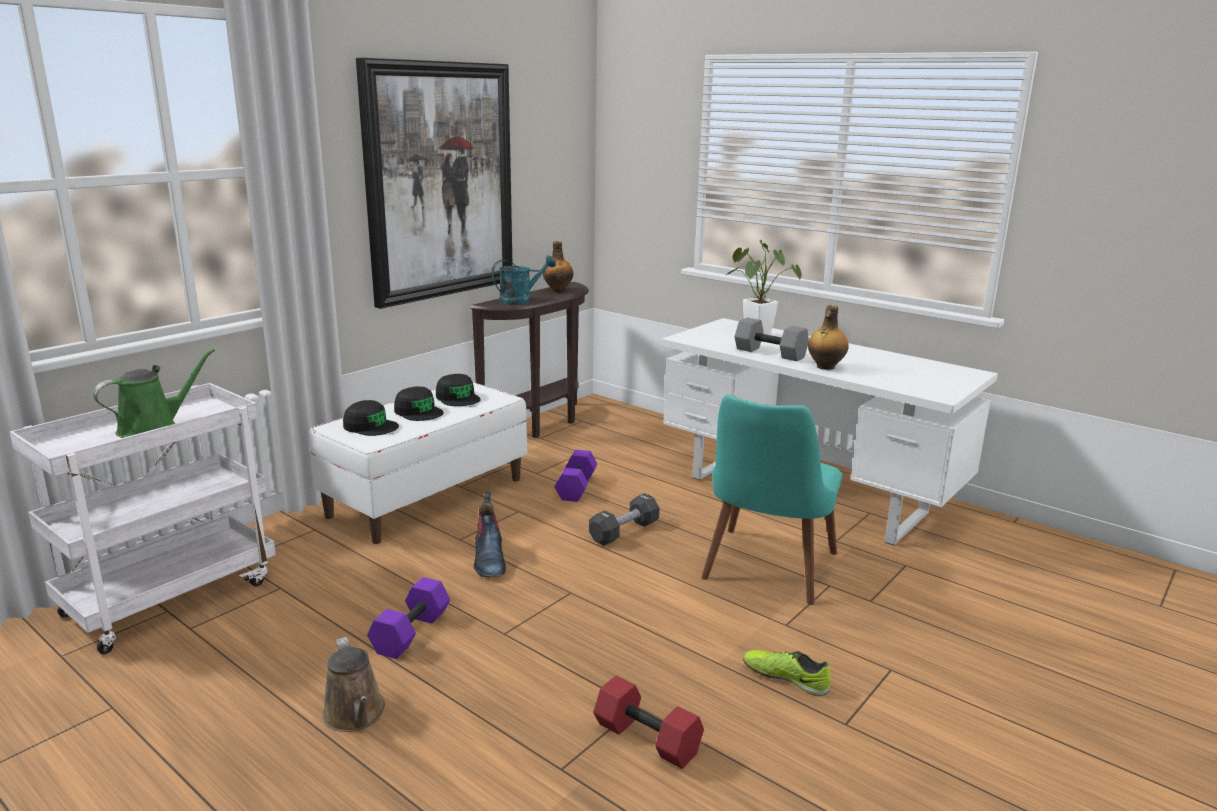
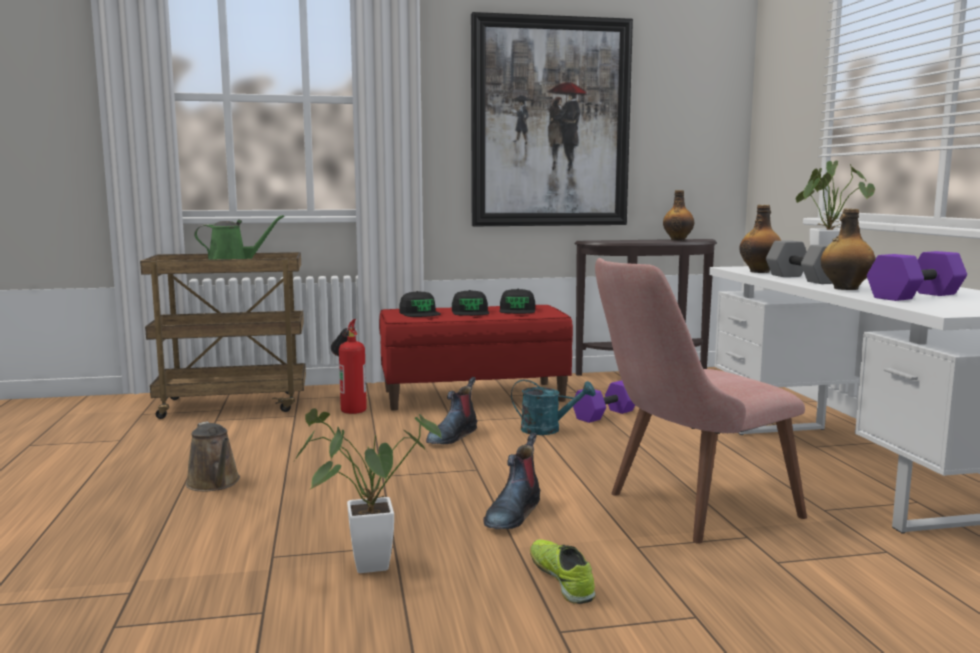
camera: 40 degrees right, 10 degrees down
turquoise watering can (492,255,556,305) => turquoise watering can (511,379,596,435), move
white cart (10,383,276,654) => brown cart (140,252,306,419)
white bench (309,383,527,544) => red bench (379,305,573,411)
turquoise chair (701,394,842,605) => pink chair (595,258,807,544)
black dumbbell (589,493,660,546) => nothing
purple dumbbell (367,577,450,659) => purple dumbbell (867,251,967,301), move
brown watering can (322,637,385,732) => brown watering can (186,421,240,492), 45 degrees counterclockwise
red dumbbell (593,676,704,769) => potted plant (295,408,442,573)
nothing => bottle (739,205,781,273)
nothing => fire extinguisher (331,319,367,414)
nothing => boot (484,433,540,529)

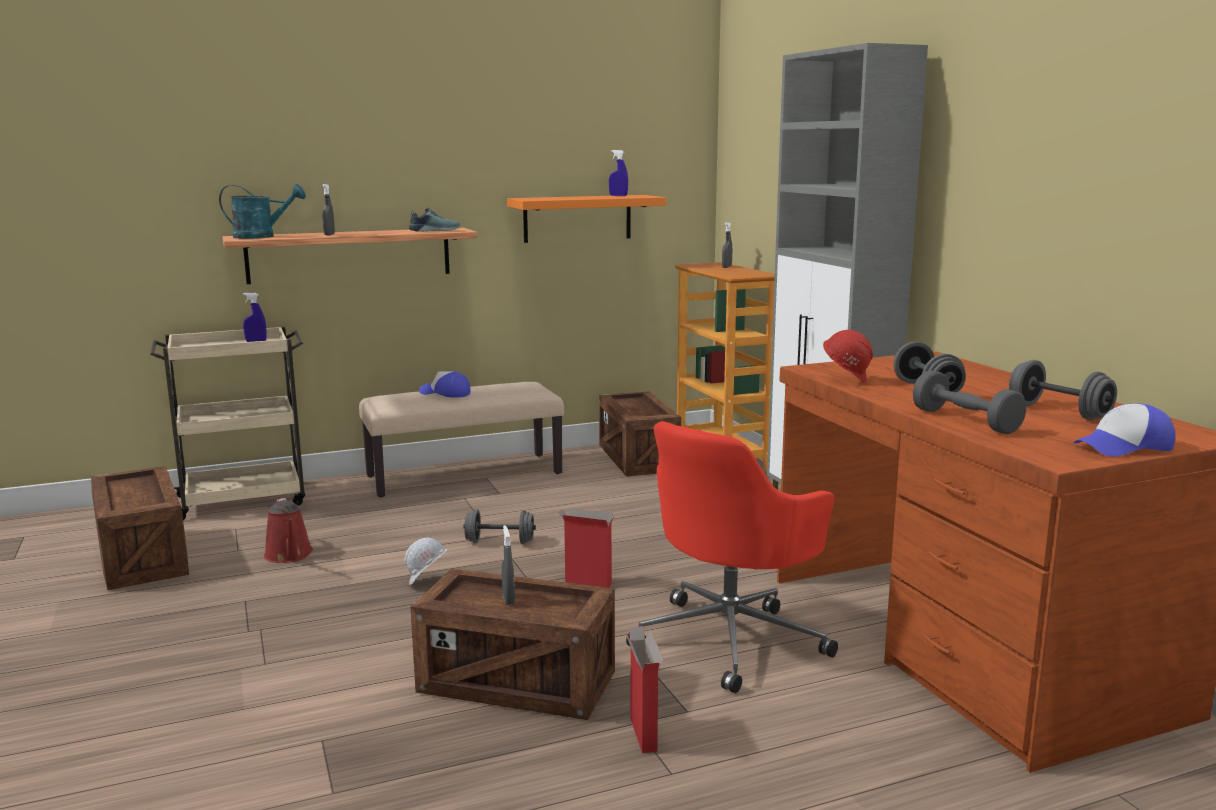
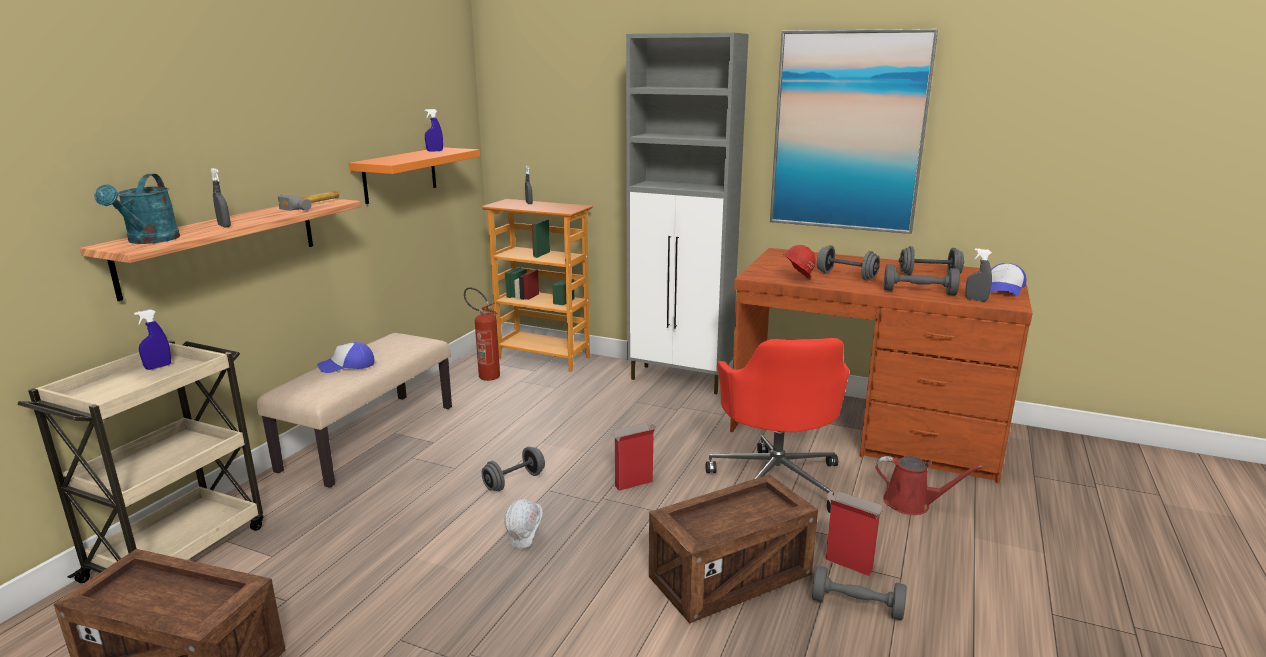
camera: 45 degrees left, 5 degrees up
turquoise watering can (219,184,306,239) => turquoise watering can (94,174,180,244), 135 degrees clockwise
shoe (409,207,460,232) => hammer (278,191,339,211)
crate (599,392,681,476) => fire extinguisher (464,287,500,381)
red watering can (264,498,313,563) => red watering can (876,456,983,515), move
grey spray bottle (502,525,515,605) => grey spray bottle (965,248,992,301), move
nothing => picture (770,29,938,234)
nothing => grey dumbbell (812,566,907,620)

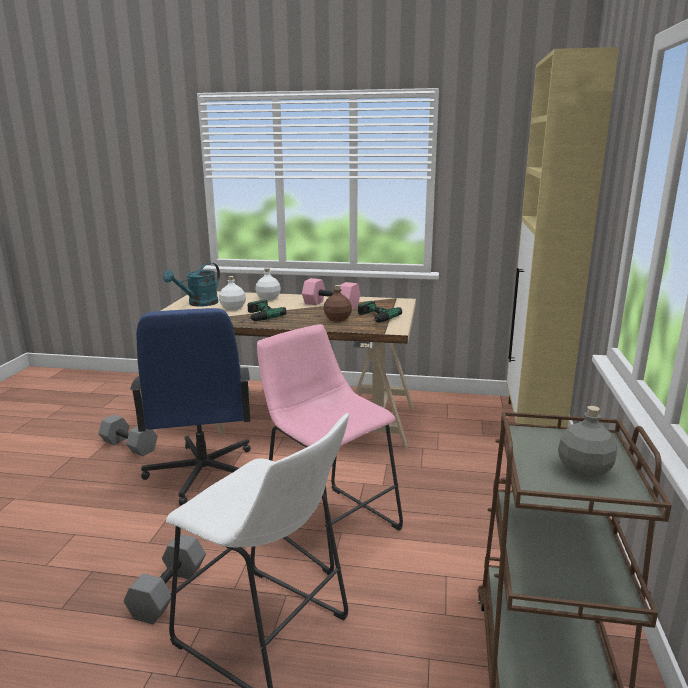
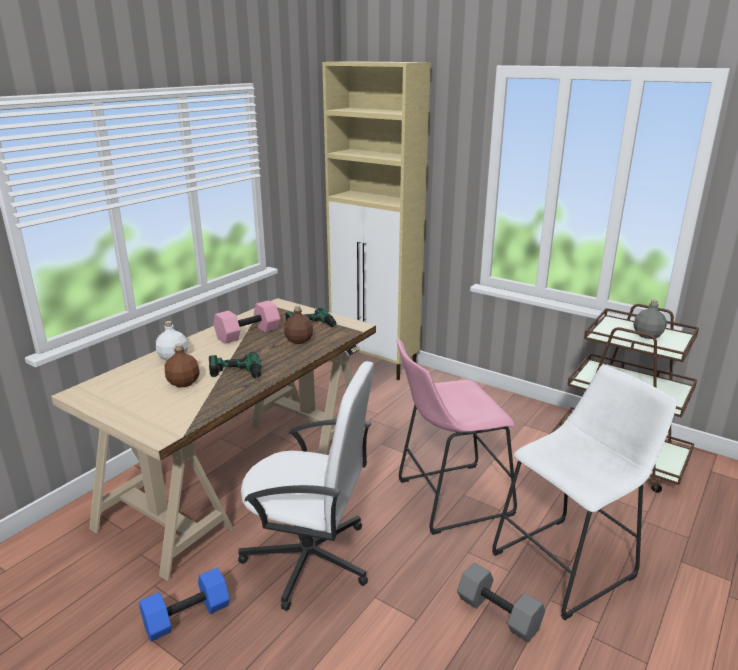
camera: 65 degrees left, 5 degrees up
turquoise watering can (163,262,220,307) => nothing
white bottle (219,276,246,310) => brown bottle (165,343,200,387)
blue office chair (130,308,251,505) => white office chair (238,361,374,611)
grey dumbbell (98,415,158,456) => blue dumbbell (139,568,230,641)

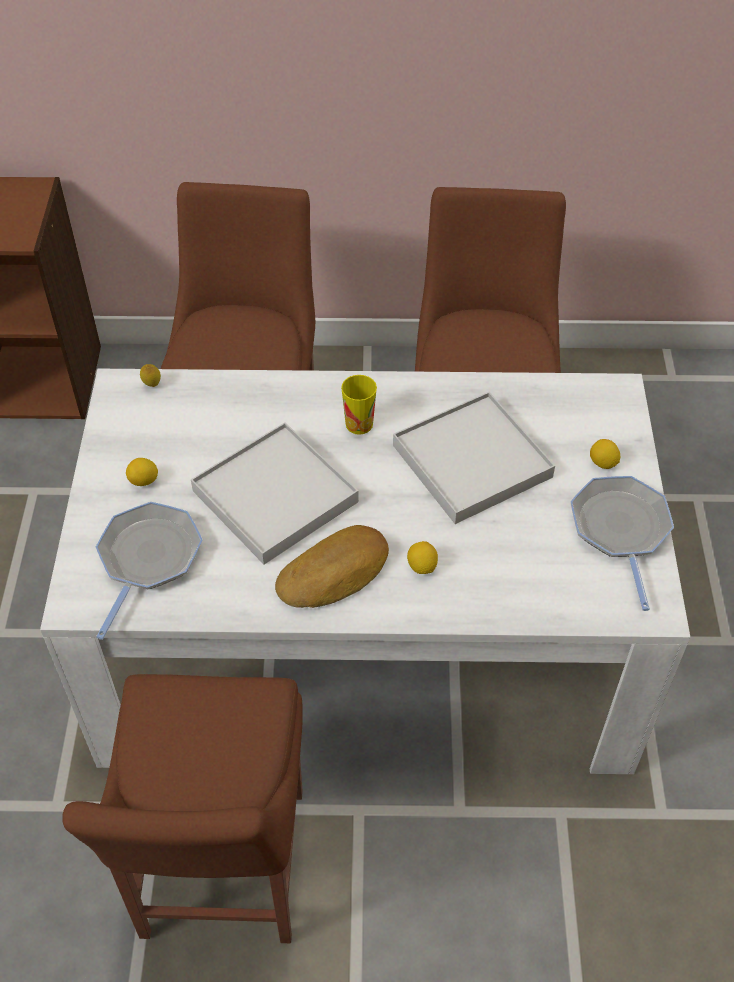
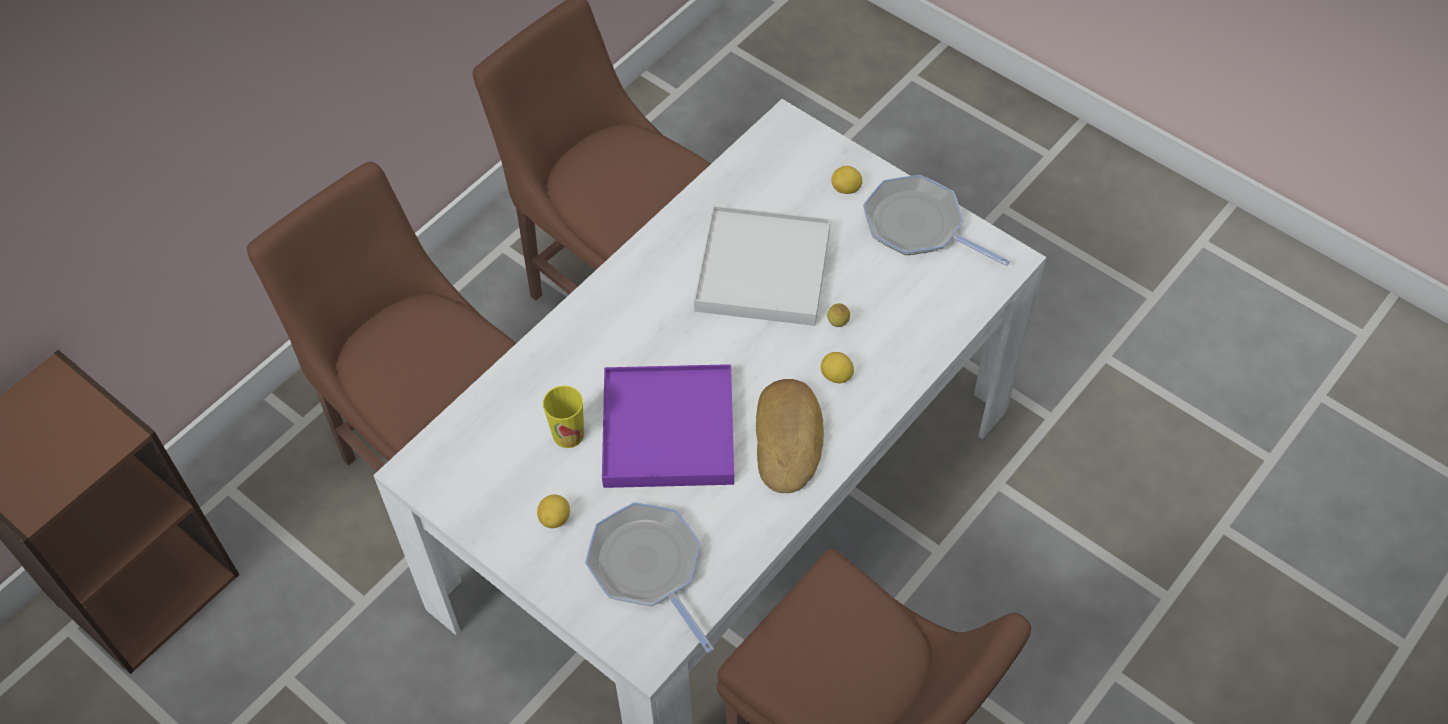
camera: 50 degrees left, 5 degrees up
lemon (140,364,161,387) => lemon (827,303,850,327), move
cup (341,375,377,435) => cup (543,386,584,448), move
white tray (191,422,359,564) => purple tray (602,364,734,488)

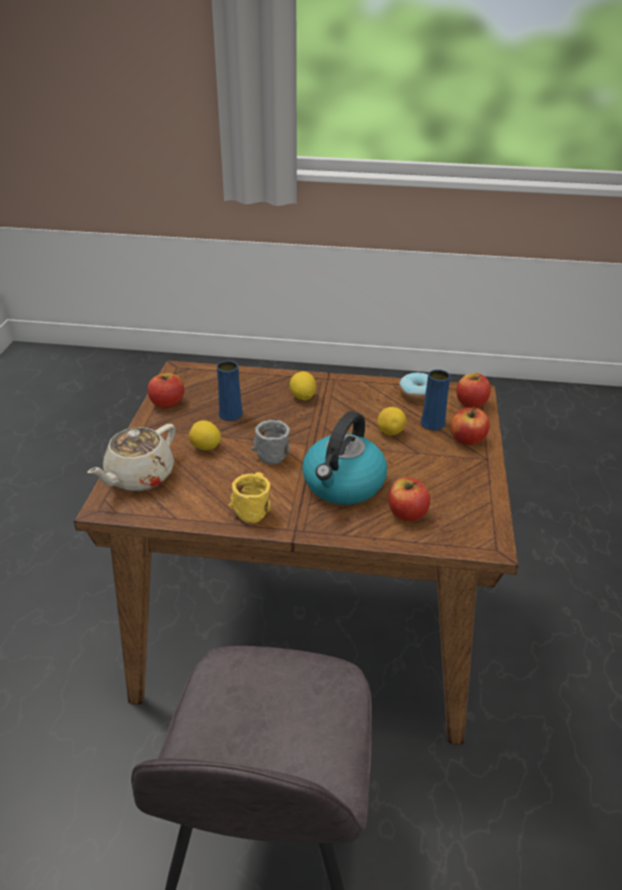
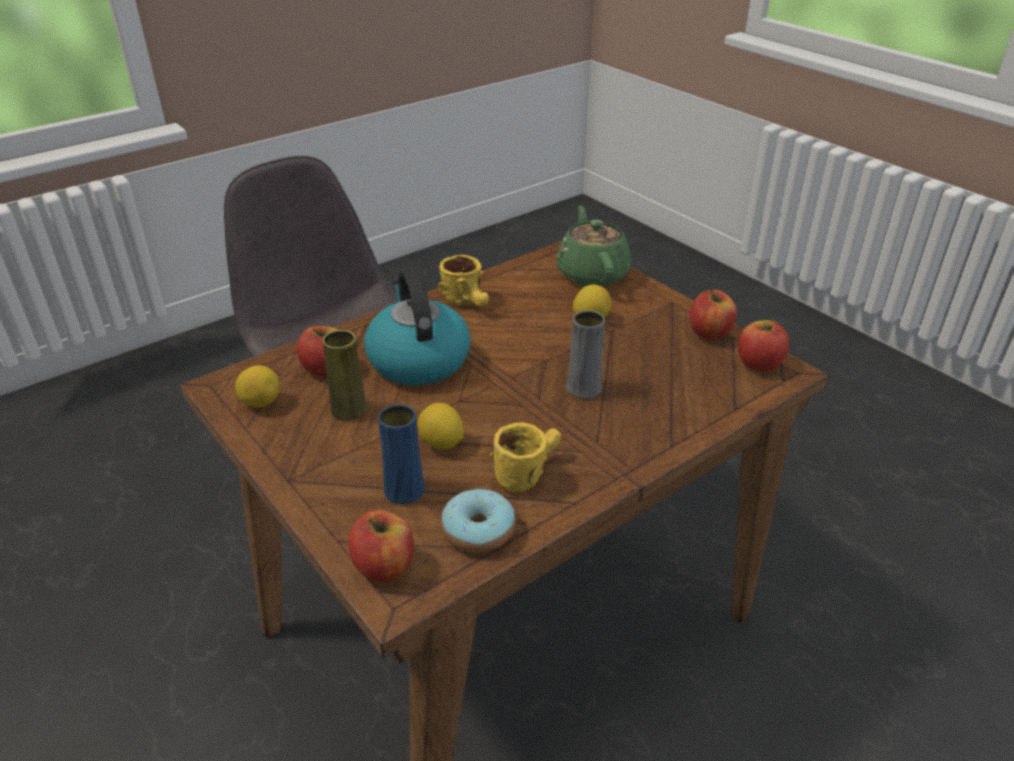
camera: 135 degrees right, 0 degrees up
blue vase (217,361,243,421) => nothing
lemon (290,371,316,400) => lemon (235,365,280,407), move
apple (450,407,490,445) => apple (738,320,789,372), move
grey mug (252,420,290,465) => nothing
beige teapot (87,424,176,491) => green teapot (557,205,632,287)
nothing => grey vase (566,310,605,399)
nothing => yellow vase (322,330,368,420)
nothing => yellow mug (490,423,561,493)

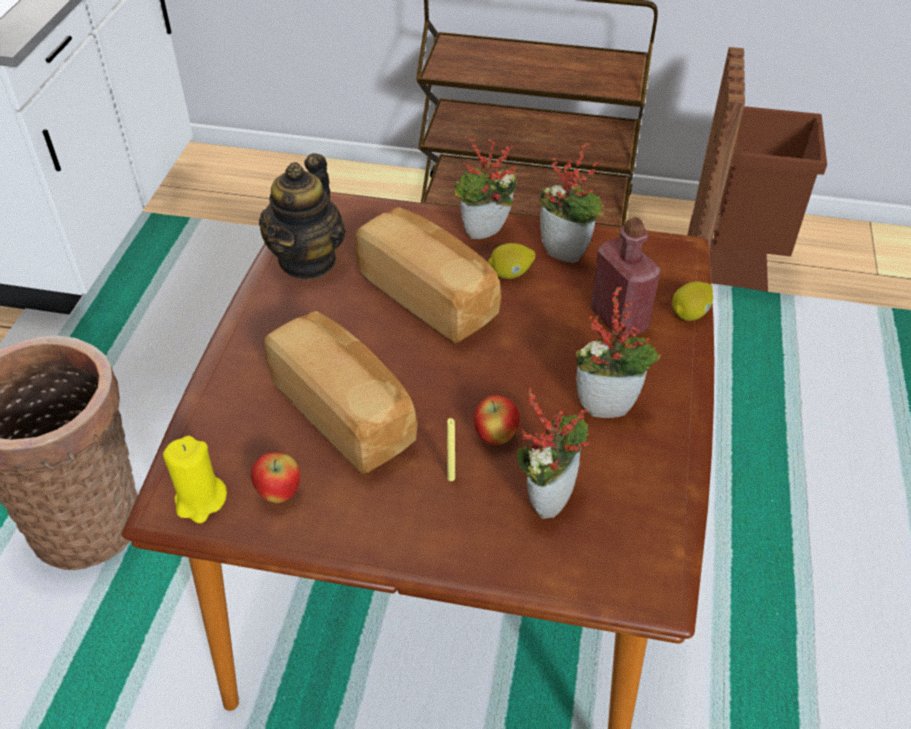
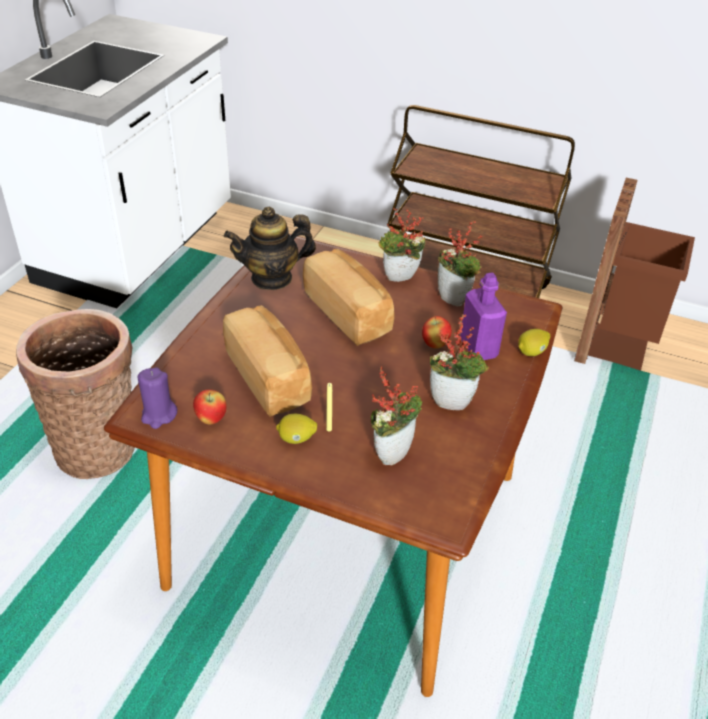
camera: 10 degrees right, 5 degrees down
teapot (259,153,346,279) => teapot (224,207,316,290), 45 degrees clockwise
red bottle (591,217,661,335) => purple bottle (460,273,507,360)
lemon (488,243,535,279) => lemon (276,414,317,444), move
apple (474,395,520,445) => apple (422,316,452,349), move
yellow candle (163,436,227,523) => purple candle (138,367,178,429)

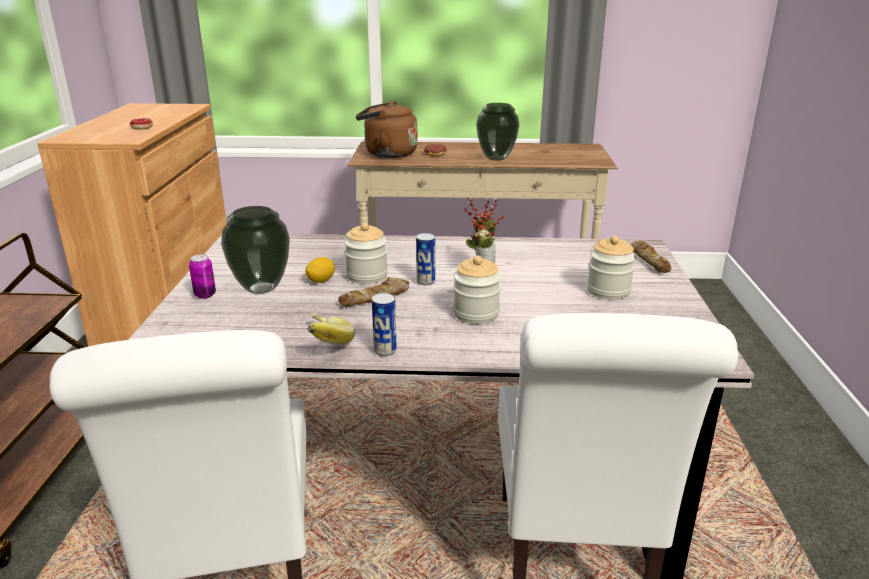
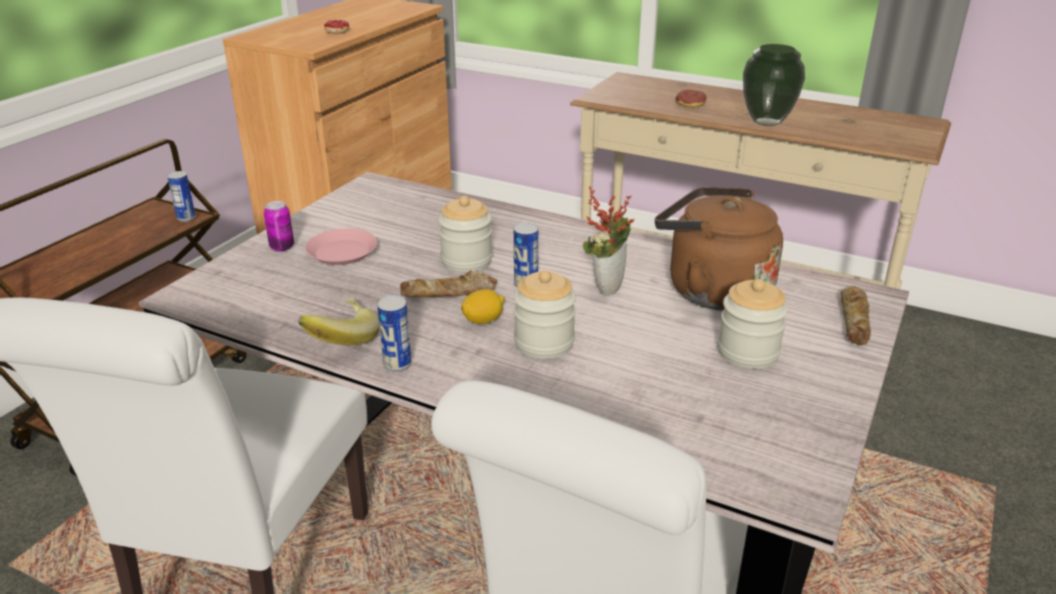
camera: 25 degrees right, 5 degrees up
brown kettle (356,101,418,158) => brown kettle (655,187,783,311), move
vase (221,206,290,294) => pink plate (305,229,377,265)
lemon (305,257,335,283) => lemon (461,289,504,324), move
nothing => can (167,171,196,222)

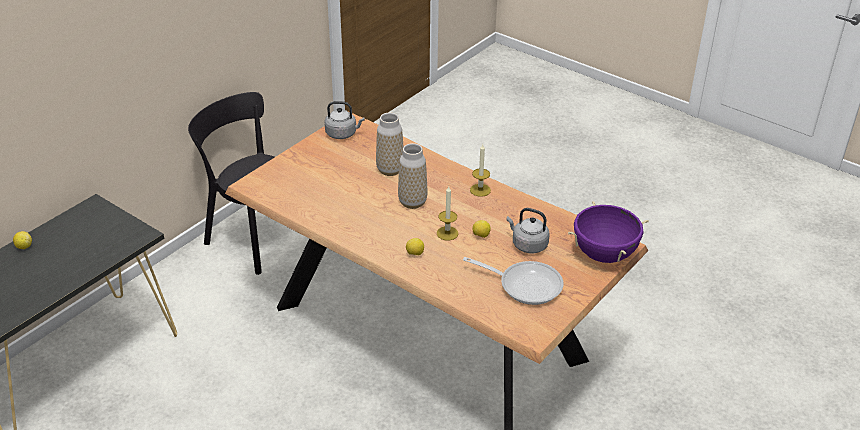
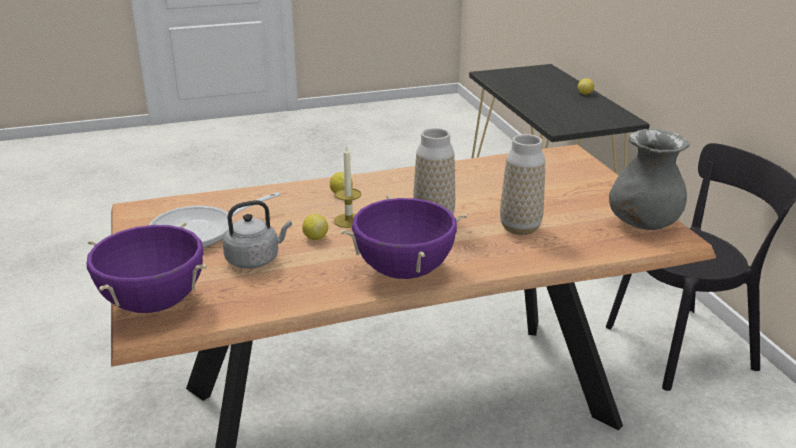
camera: 125 degrees right, 10 degrees down
grey kettle (325,101,365,139) => grey vase (609,129,690,230)
candle (470,144,491,197) => purple cooking pot (340,195,467,279)

